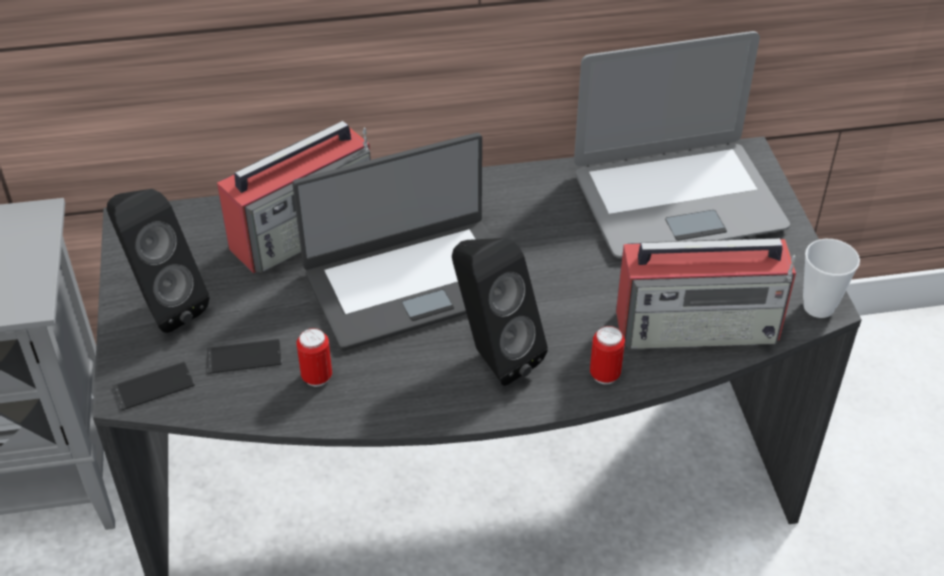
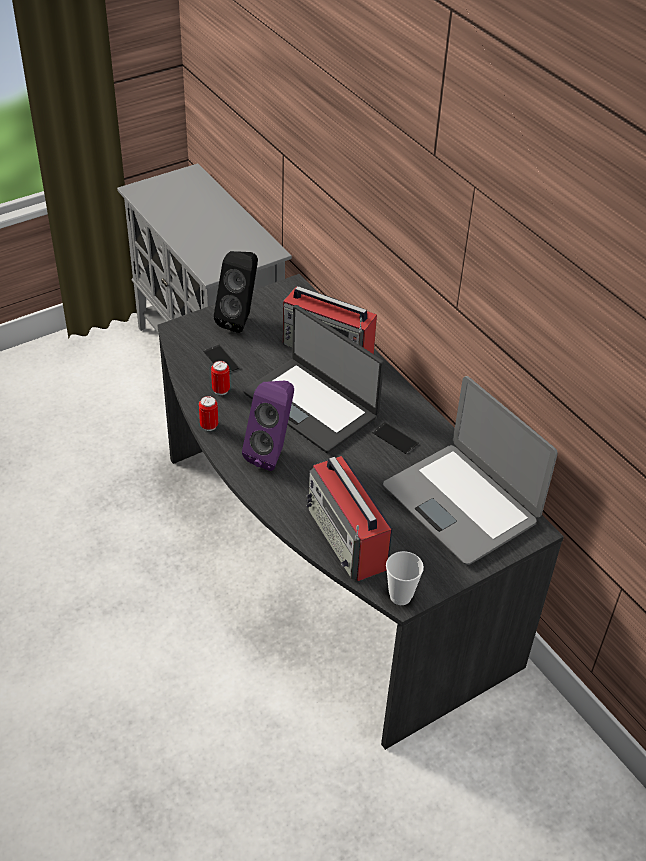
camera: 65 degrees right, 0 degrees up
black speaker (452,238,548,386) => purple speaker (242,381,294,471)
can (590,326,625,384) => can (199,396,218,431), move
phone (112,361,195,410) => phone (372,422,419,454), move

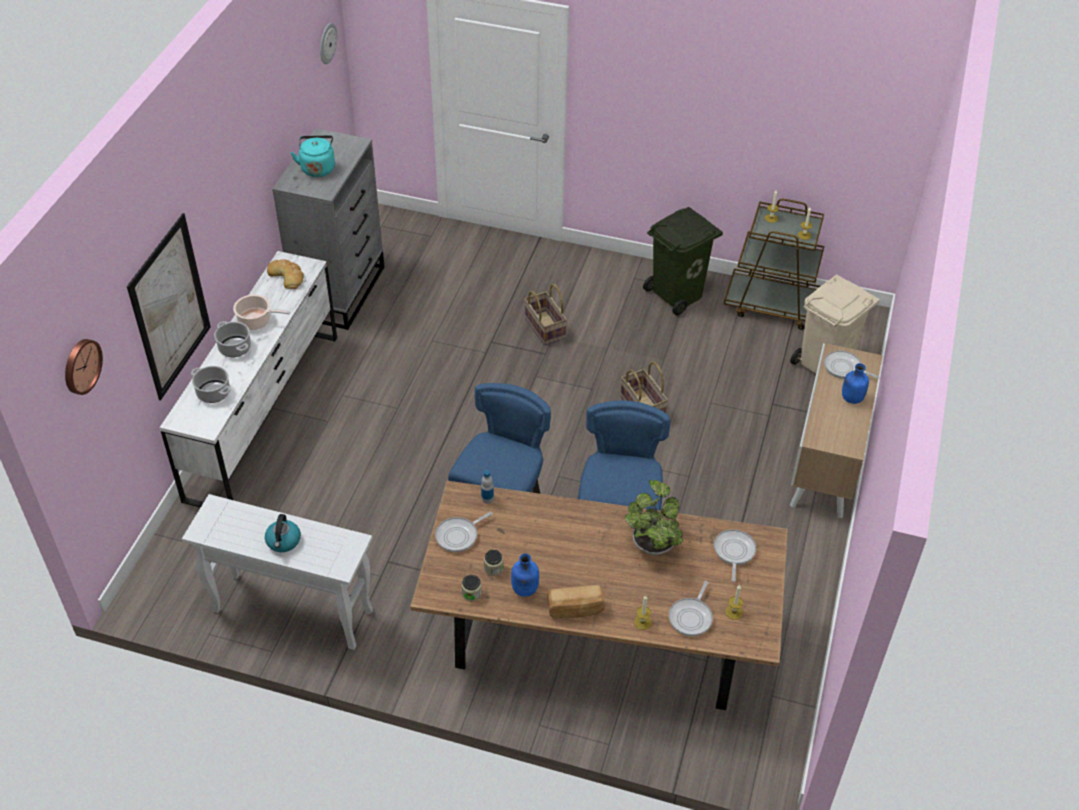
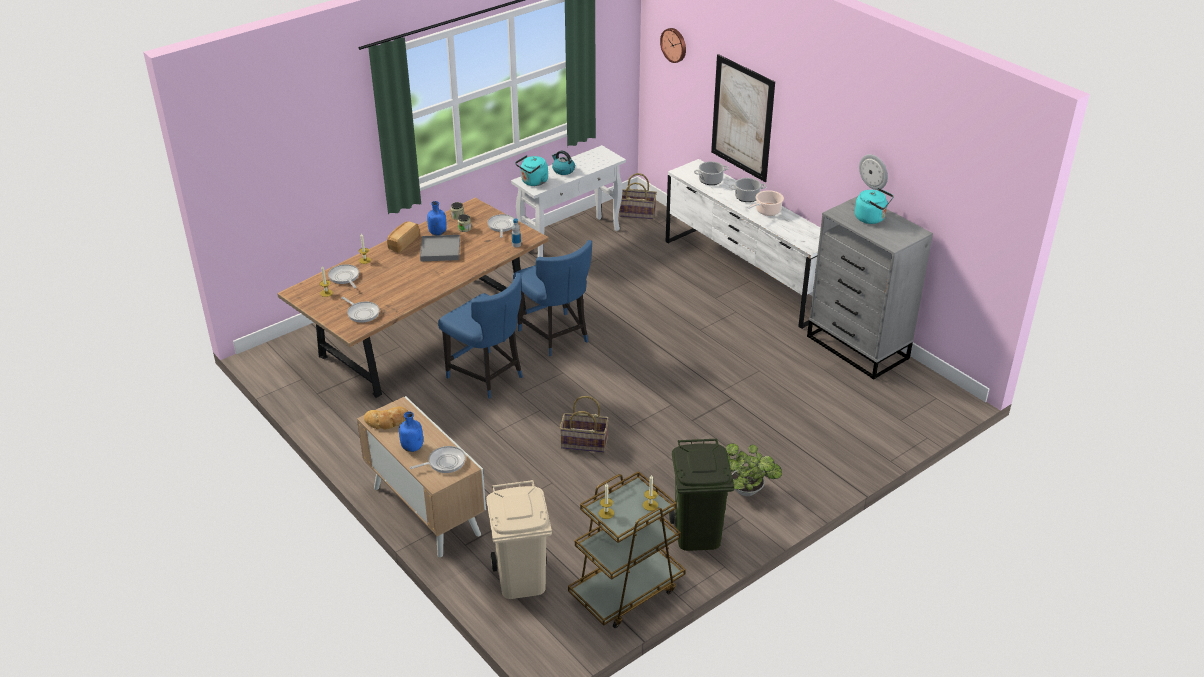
camera: 125 degrees right, 10 degrees down
wall clock (320,23,337,64) => wall clock (859,154,888,190), move
bread (267,259,304,289) => bread (364,407,409,429), move
basket (524,284,567,346) => basket (619,173,657,219), move
potted plant (625,480,683,555) => potted plant (726,443,782,496), move
nothing => turquoise kettle (515,155,548,186)
nothing => grey tray (420,235,460,261)

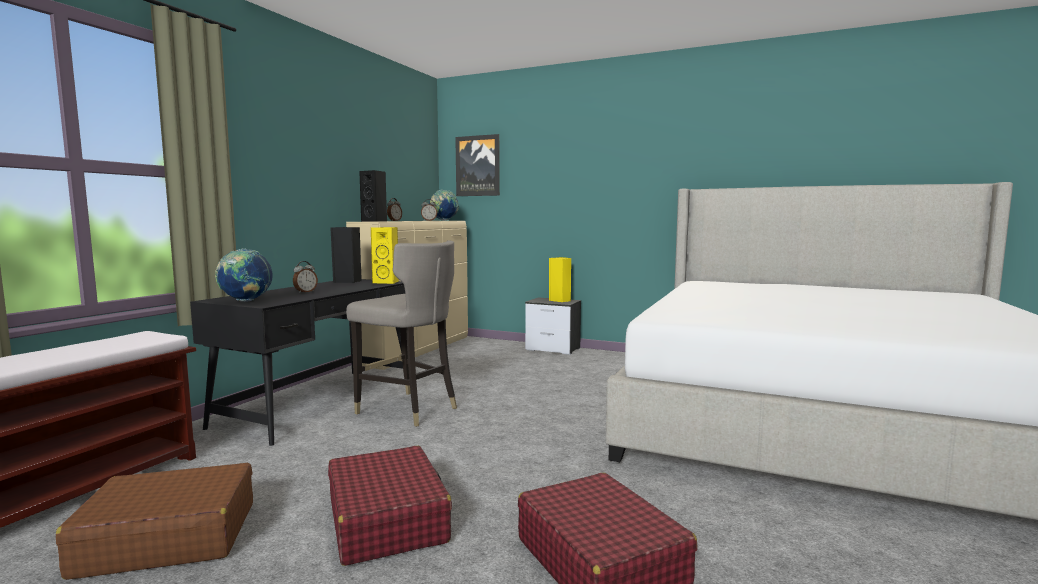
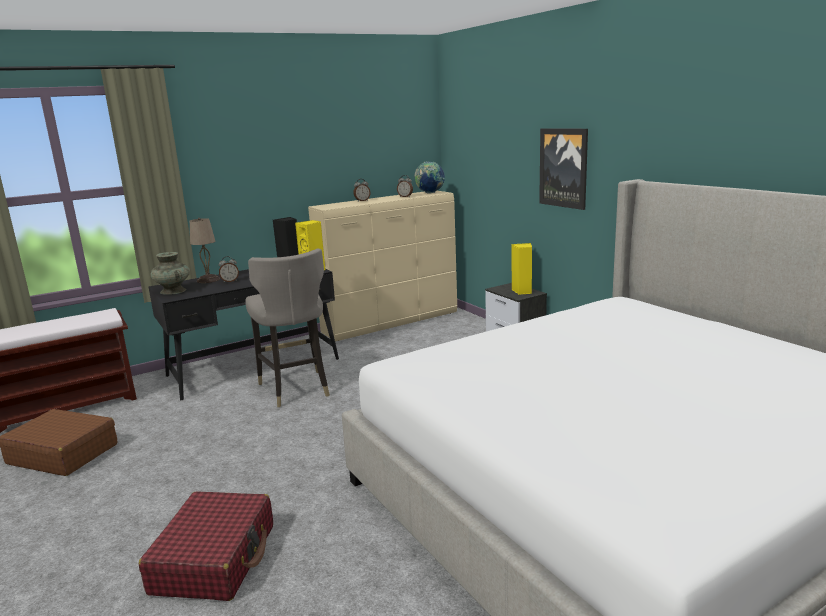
camera: 35 degrees right, 10 degrees up
picture (455,134,500,196) => picture (539,128,588,210), move
black speaker (359,170,387,222) => nothing
globe (215,248,272,302) => turquoise vase (151,252,190,295)
red suitcase (328,446,452,566) => nothing
nothing => beige table lamp (190,218,220,283)

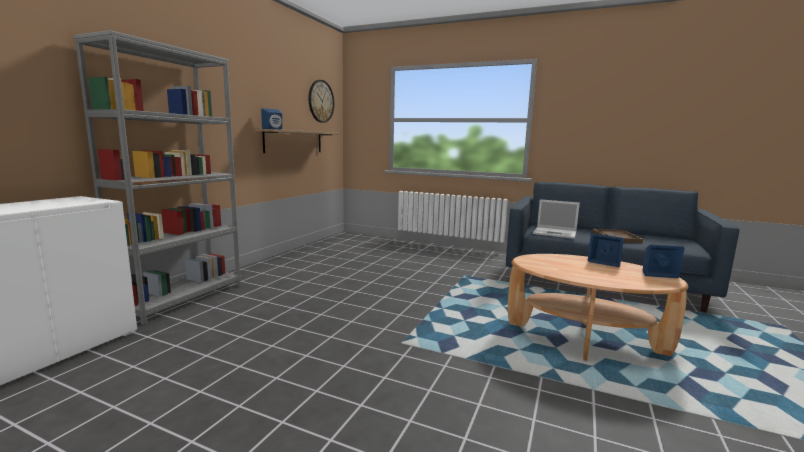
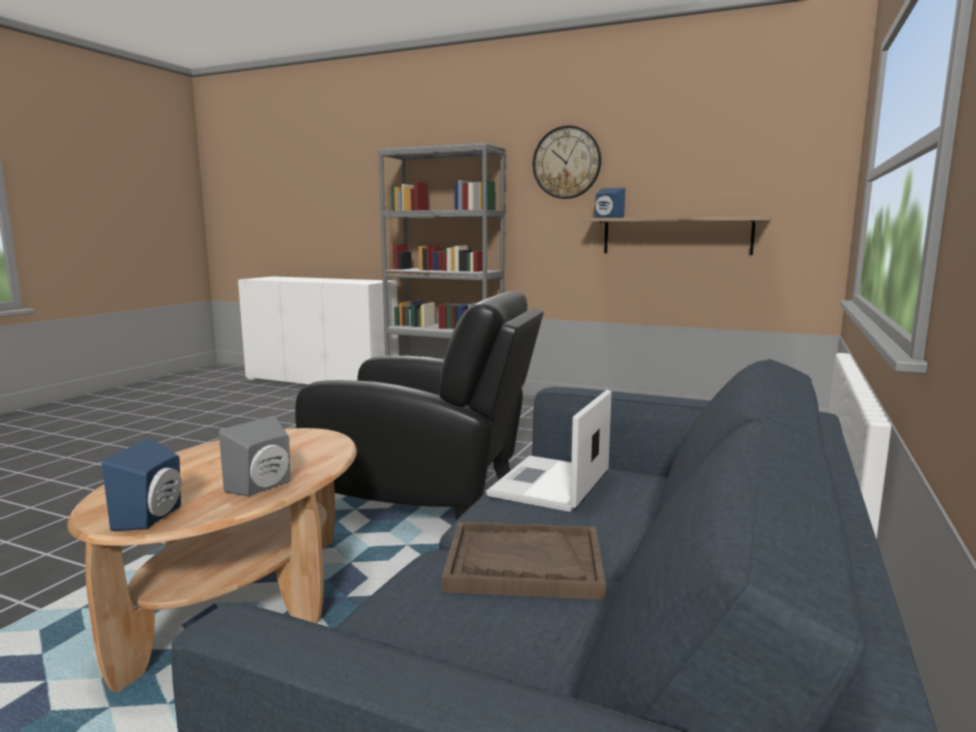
camera: 90 degrees right, 0 degrees up
wall clock (308,80,334,123) => wall clock (533,125,601,199), move
blue speaker (588,234,624,267) => grey speaker (219,416,290,497)
nothing => black armchair (295,291,544,521)

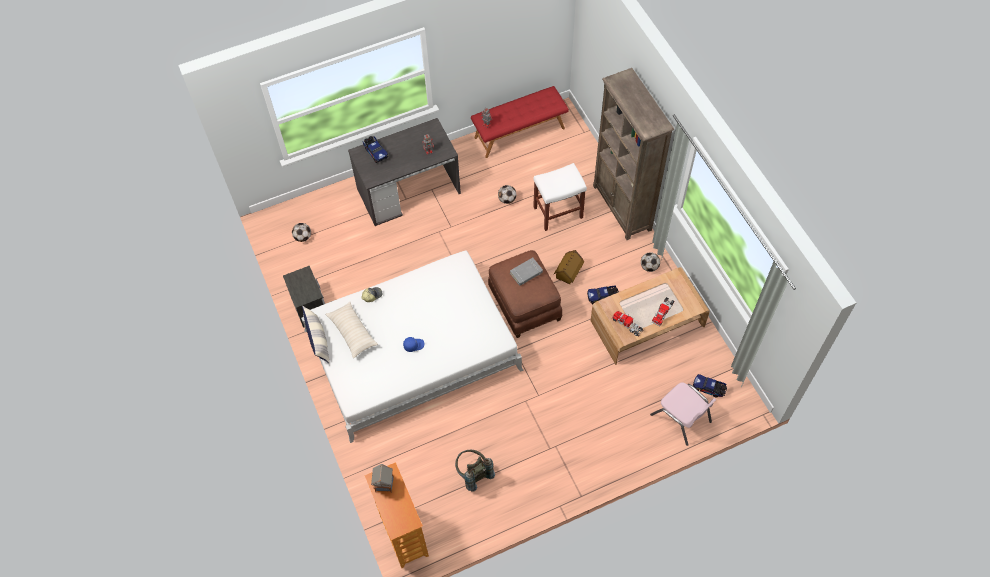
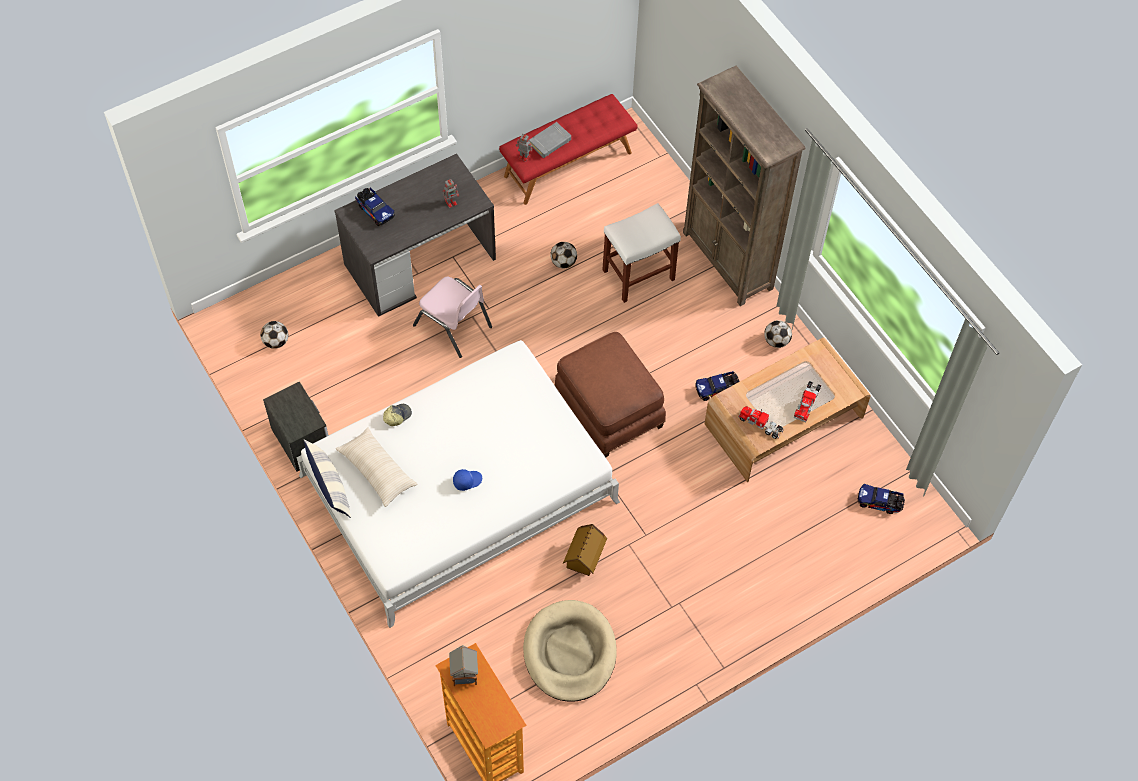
camera: 10 degrees left, 0 degrees up
toy house (553,250,584,284) => toy house (563,524,607,576), move
grey book (510,258,543,286) => grey book (529,122,571,158), move
pink chair (650,382,716,446) => pink chair (413,277,492,358), move
grey backpack (455,450,495,492) => beige dog bed (523,600,617,702)

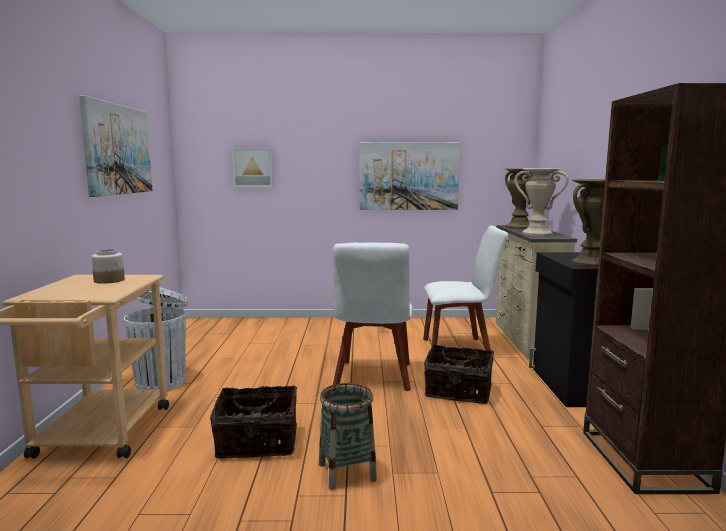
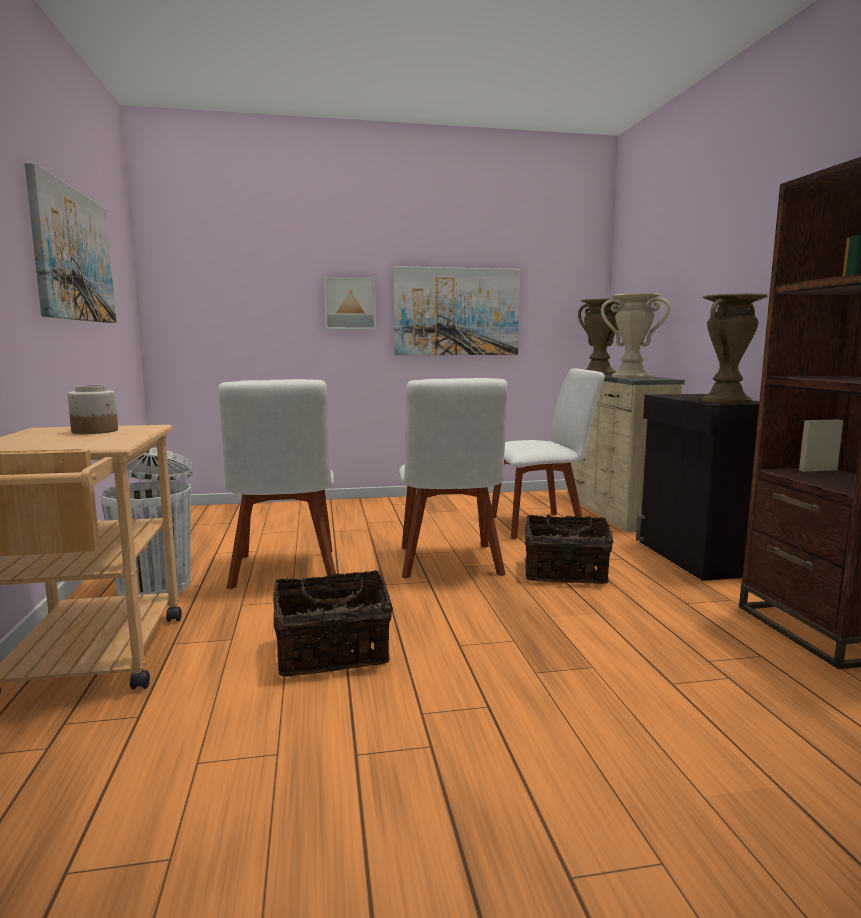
camera: 10 degrees left, 0 degrees up
picture (232,148,273,187) => picture (324,277,376,330), move
basket (319,383,377,490) => nothing
nothing => white chair (218,379,336,589)

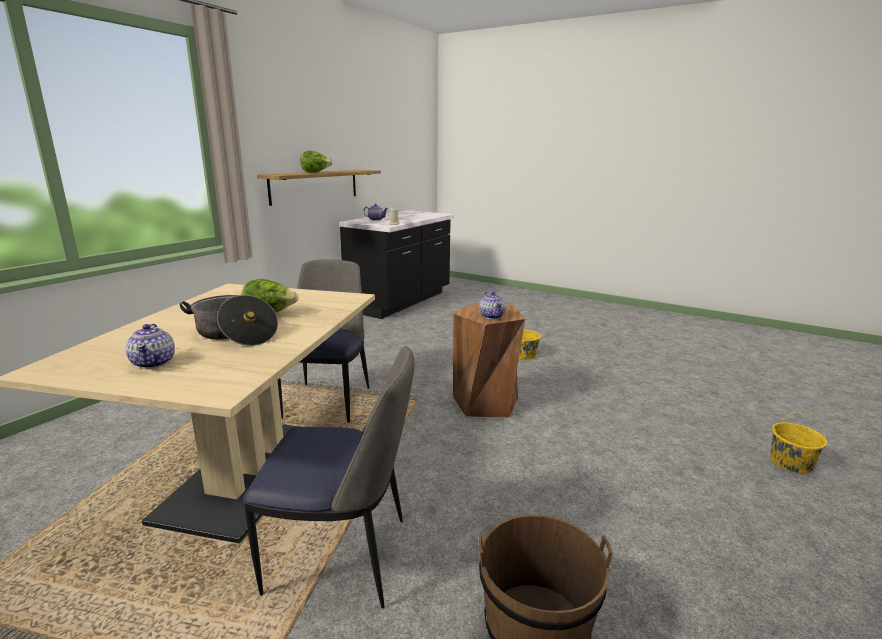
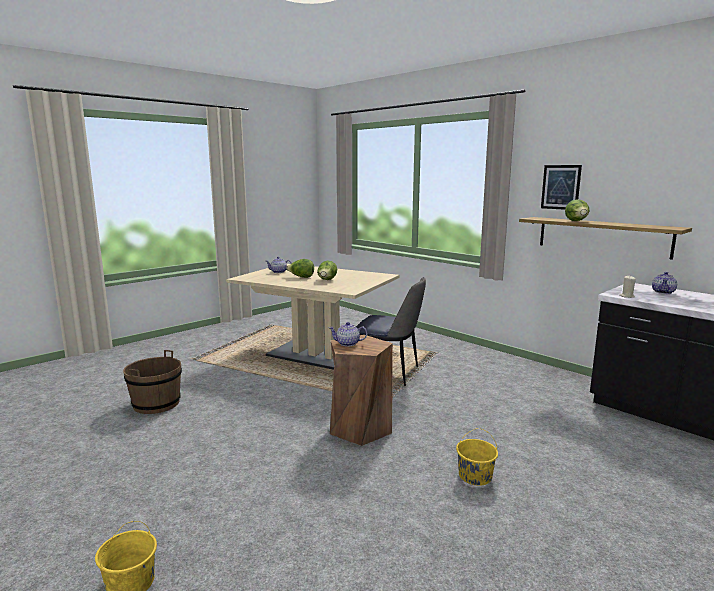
camera: 105 degrees right, 5 degrees down
cooking pot (180,295,278,346) => lettuce (286,259,314,278)
chair (243,346,414,608) => nothing
nothing => picture (541,165,582,210)

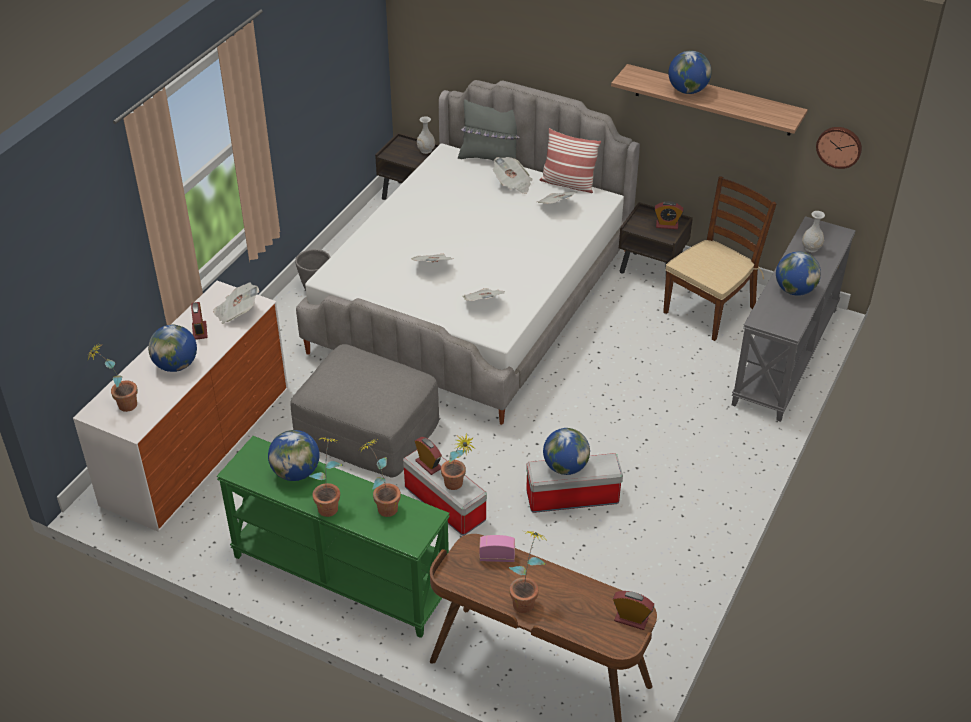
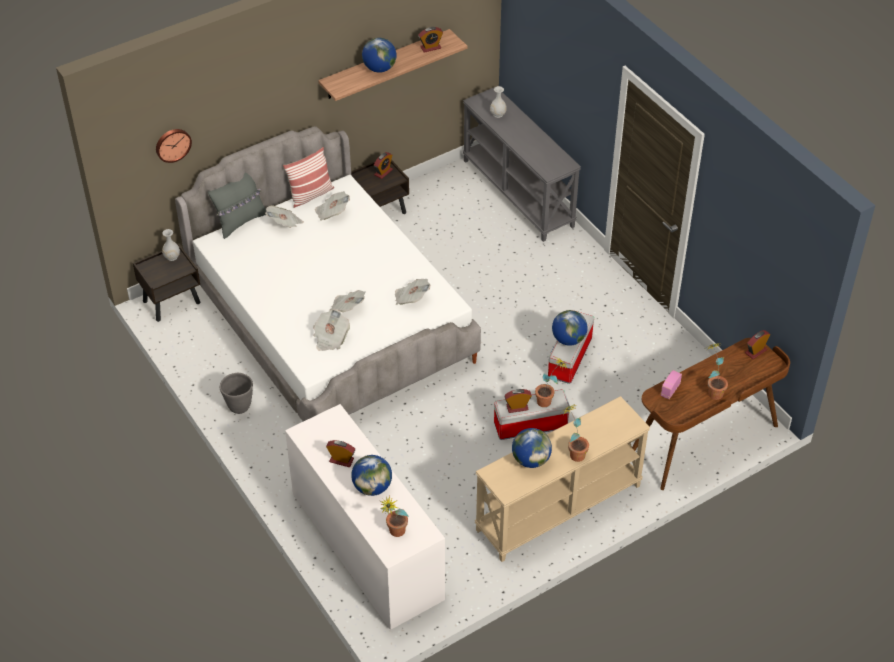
camera: 60 degrees left, 5 degrees up
wall clock (816,127,862,169) => wall clock (156,129,192,163), move
brown chair (663,176,777,341) => nothing
globe (776,251,821,296) => nothing
newspaper (213,282,259,324) => newspaper (313,309,350,351), move
grey ottoman (290,344,439,478) => nothing
green console table (216,436,450,638) => beige console table (475,396,650,562)
potted plant (361,439,401,517) => nothing
nothing => alarm clock (418,27,443,53)

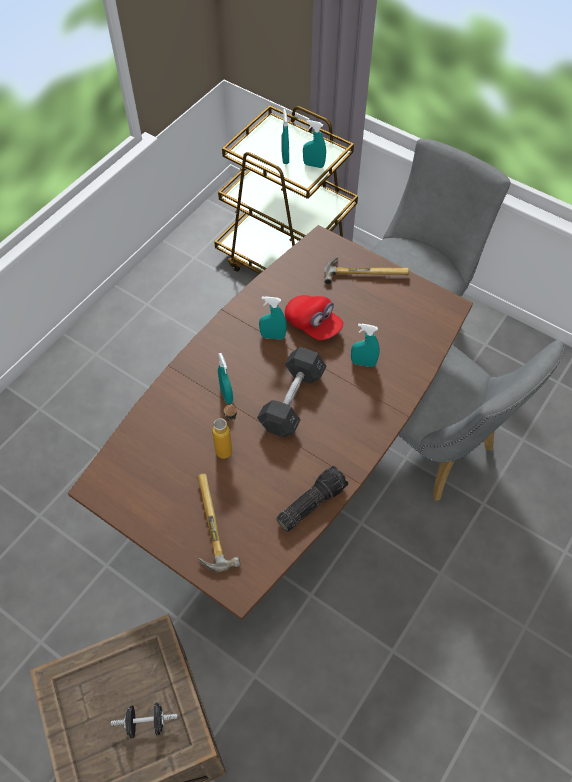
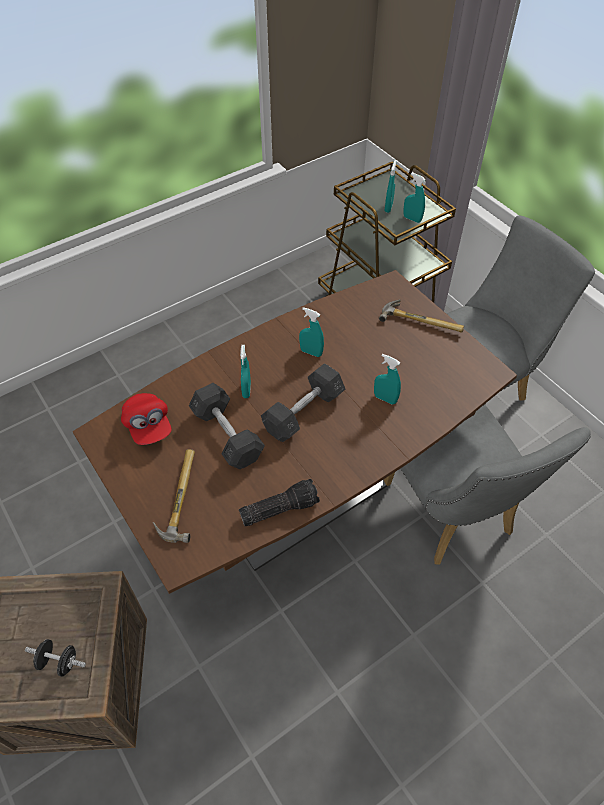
camera: 20 degrees right, 5 degrees down
red cap (285,295,343,340) => red cap (121,393,171,445), move
bottle (212,403,237,459) => grey dumbbell (189,383,265,469)

